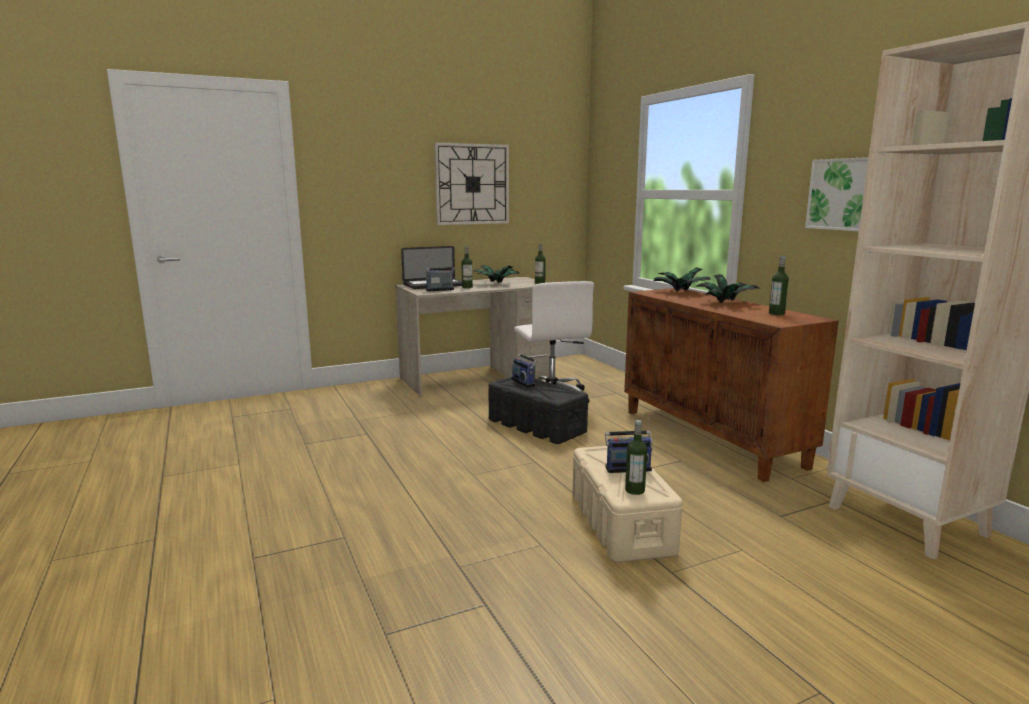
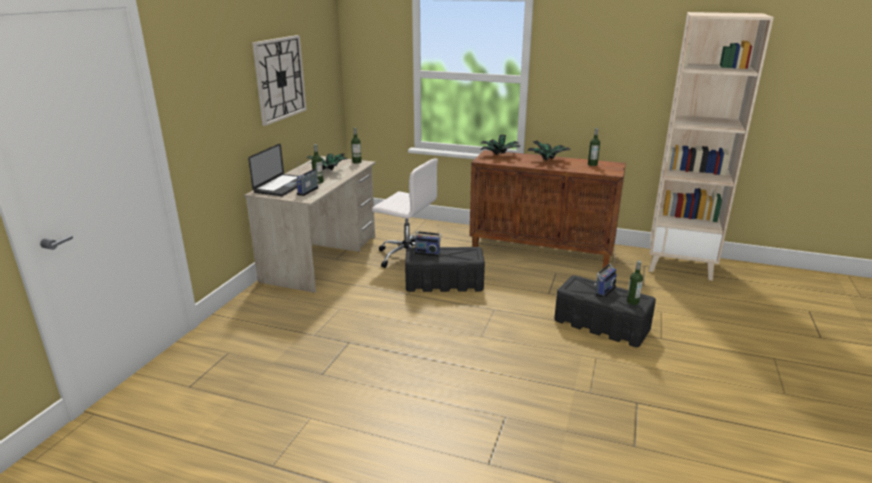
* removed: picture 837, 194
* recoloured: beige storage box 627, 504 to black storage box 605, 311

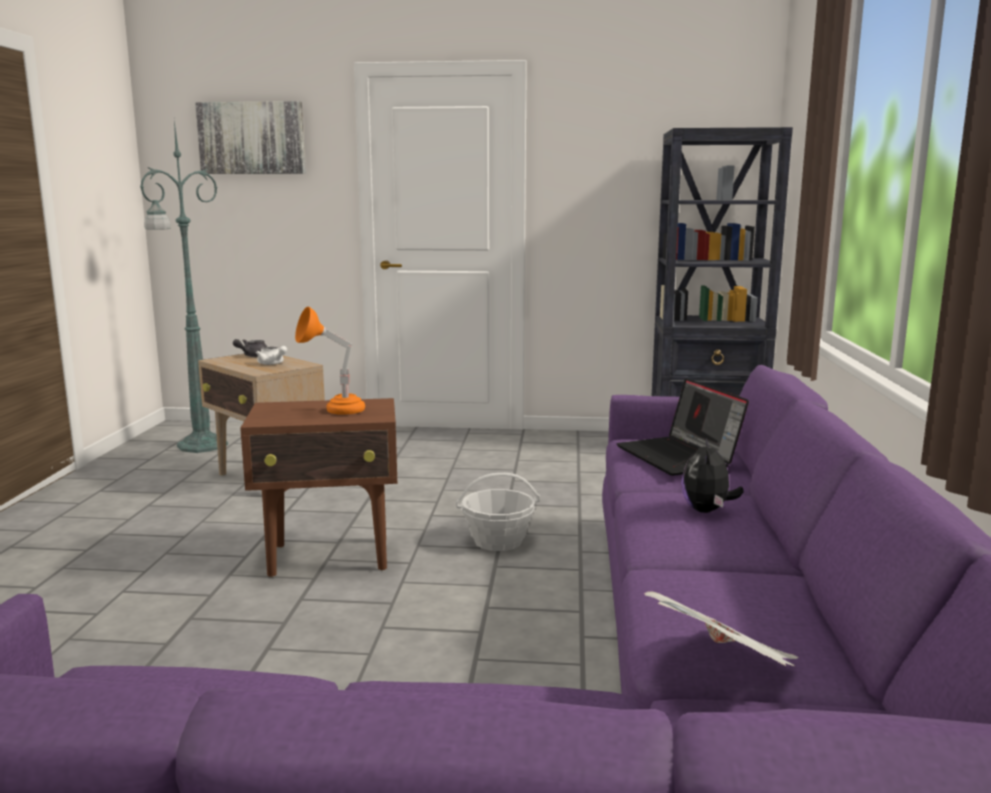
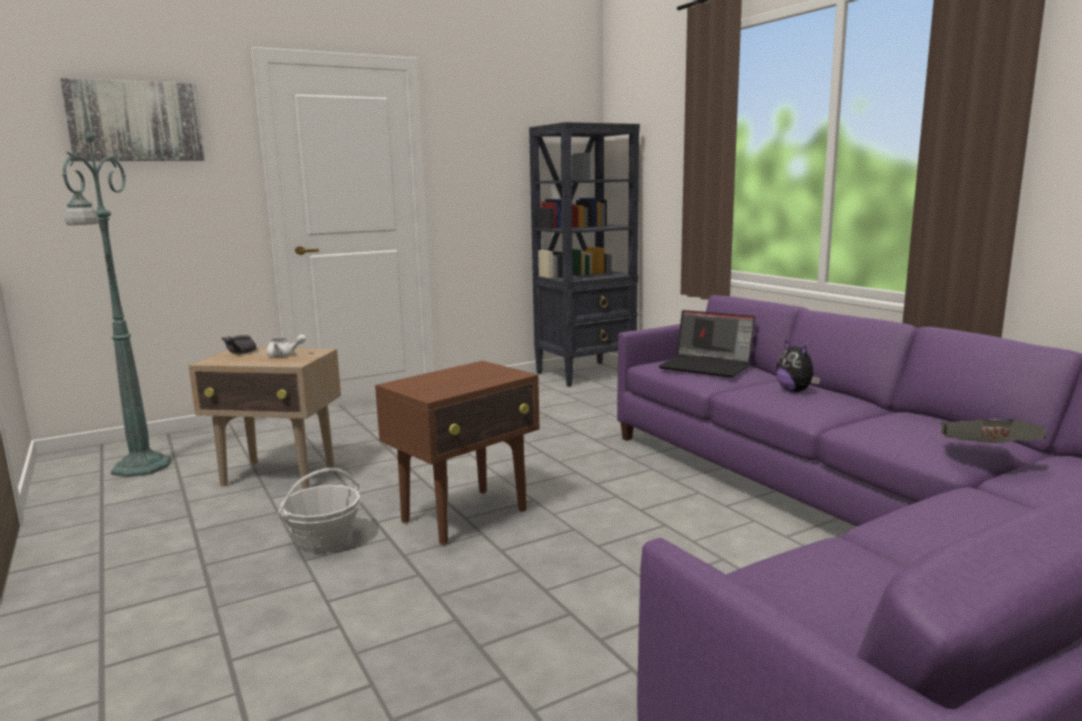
* removed: orange table lamp 330, 361
* moved: basket 498, 512 to 319, 510

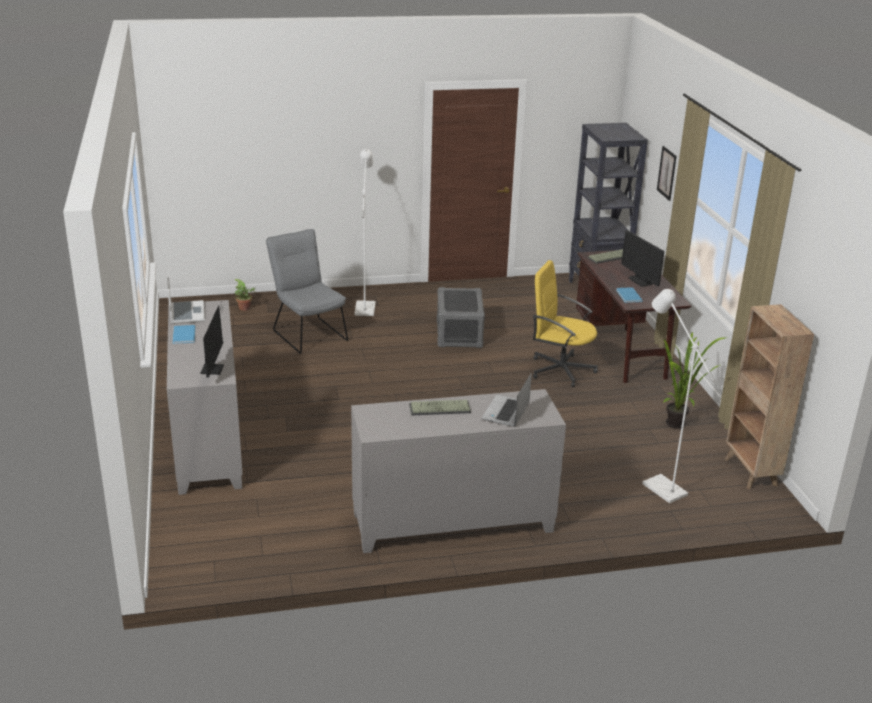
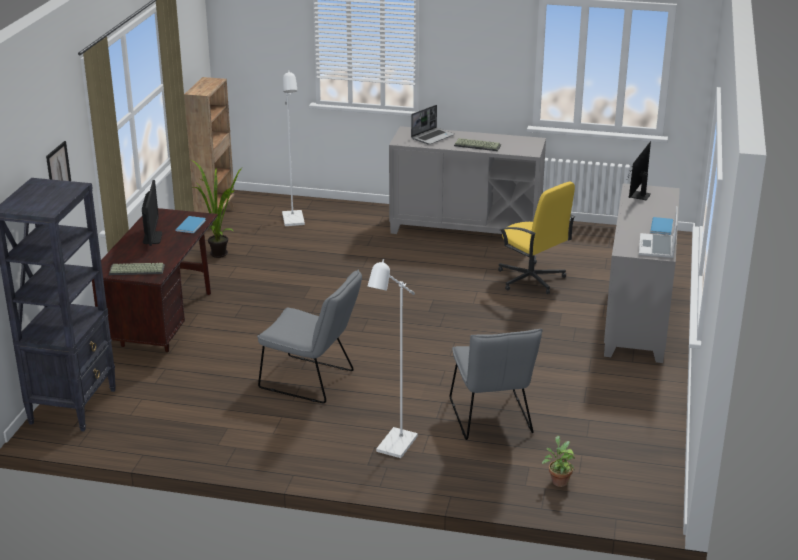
* moved: yellow office chair 565, 323 to 536, 238
* replaced: grey storage box 461, 317 to grey chair 309, 336

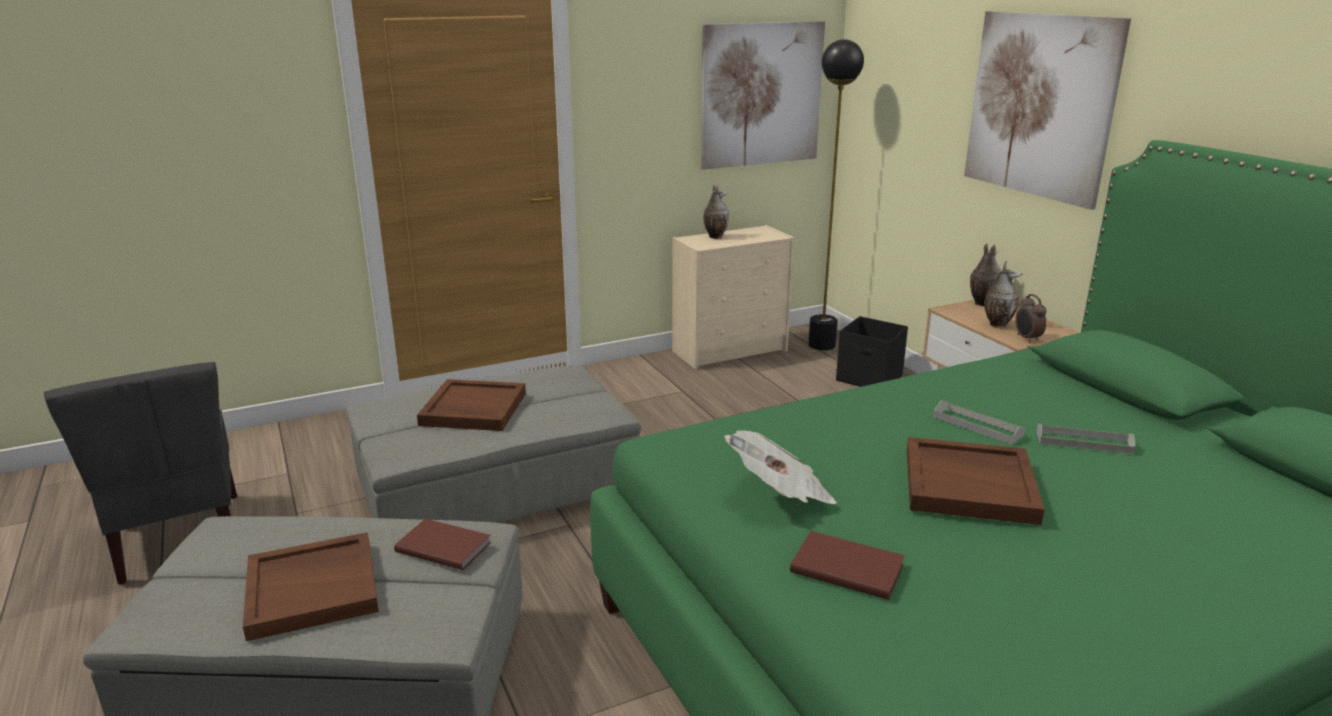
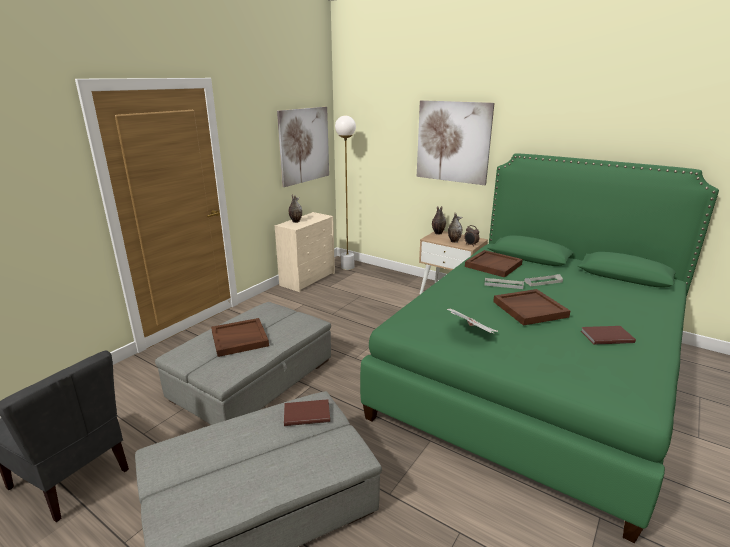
* recoloured: black floor lamp 836, 195 to white floor lamp 345, 193
* removed: black storage box 872, 351
* moved: brown book 847, 565 to 608, 335
* moved: brown tray 311, 586 to 494, 264

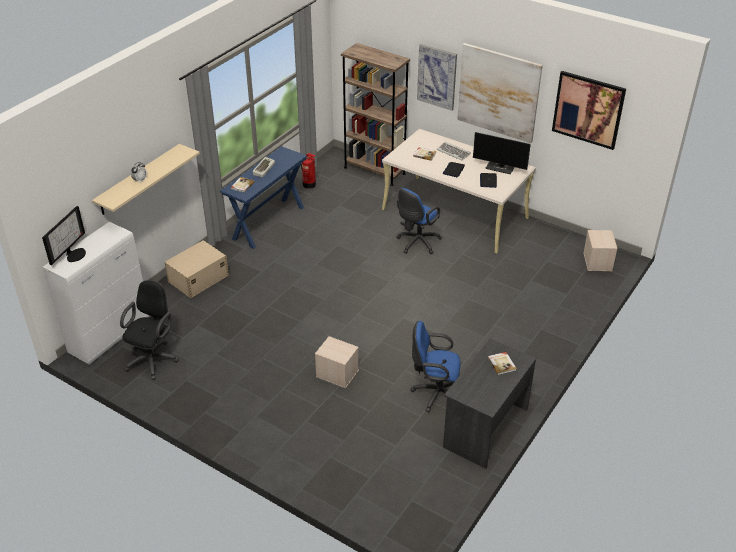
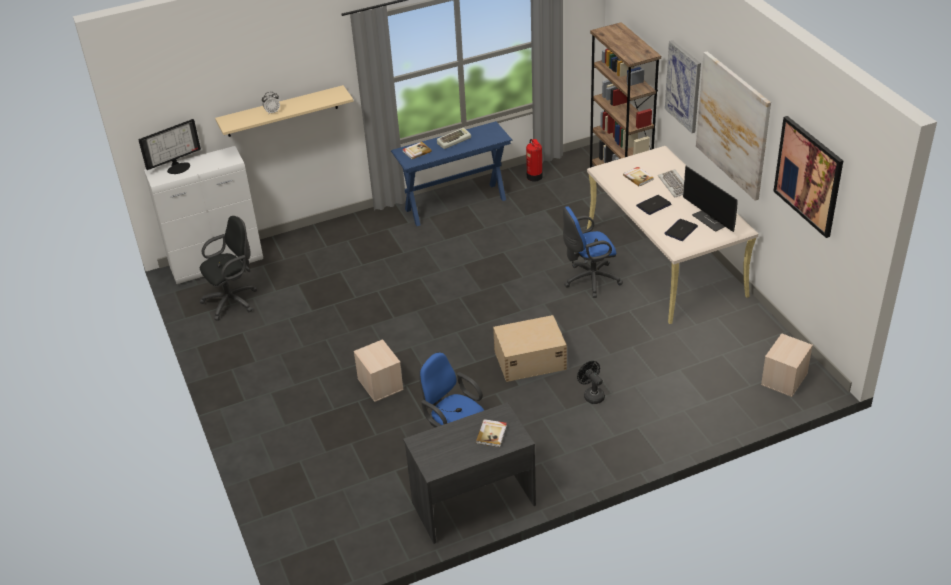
* moved: beige storage box 197, 269 to 530, 348
* added: black fan 591, 382

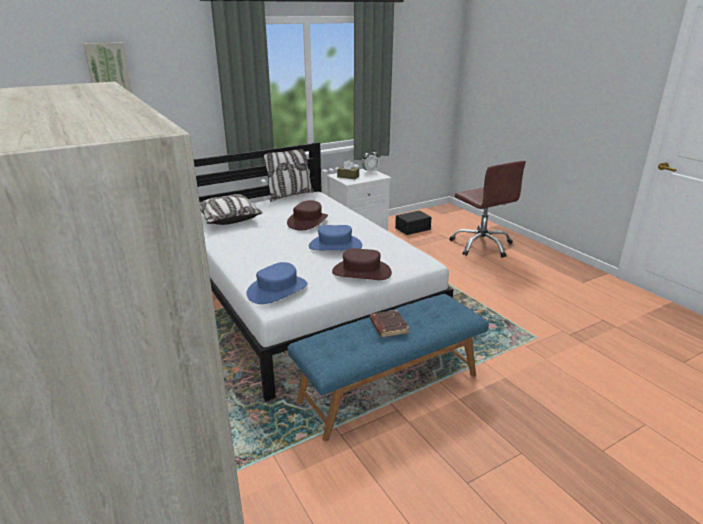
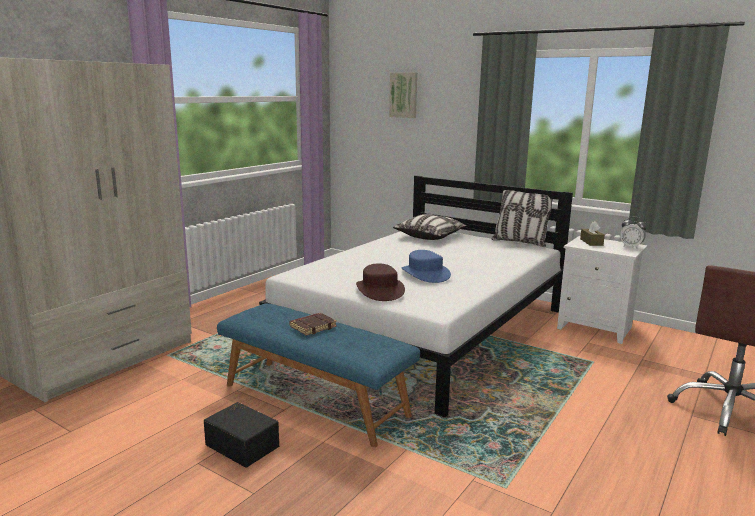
* removed: brown hat 307, 215
* moved: black storage box 413, 223 to 241, 435
* removed: blue hat 277, 283

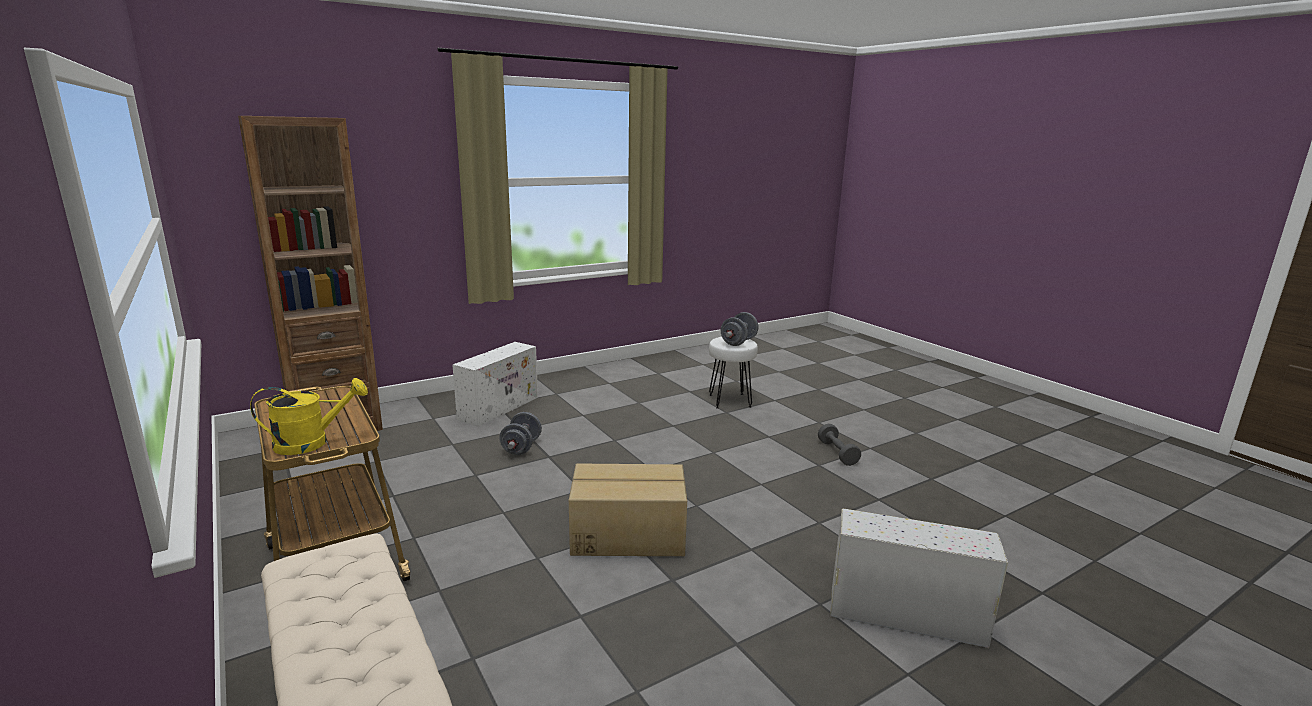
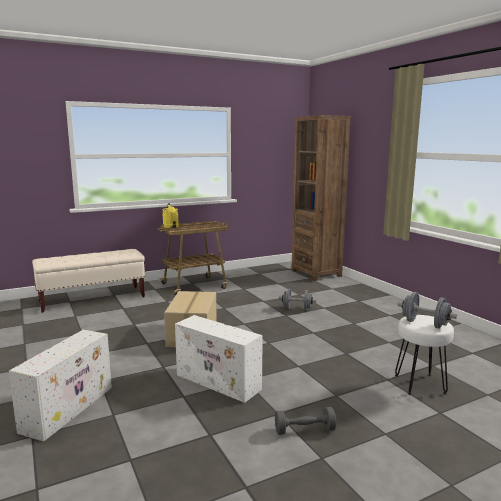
* moved: white storage box 495, 384 to 219, 359

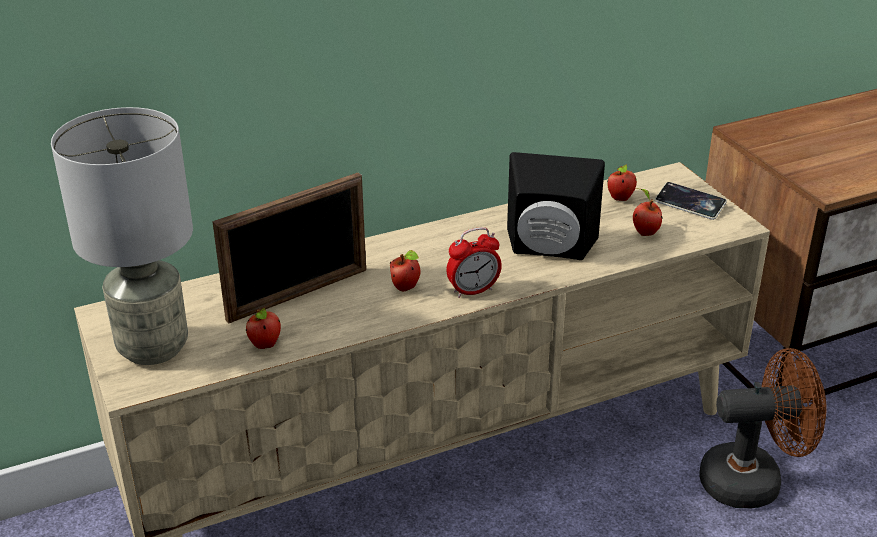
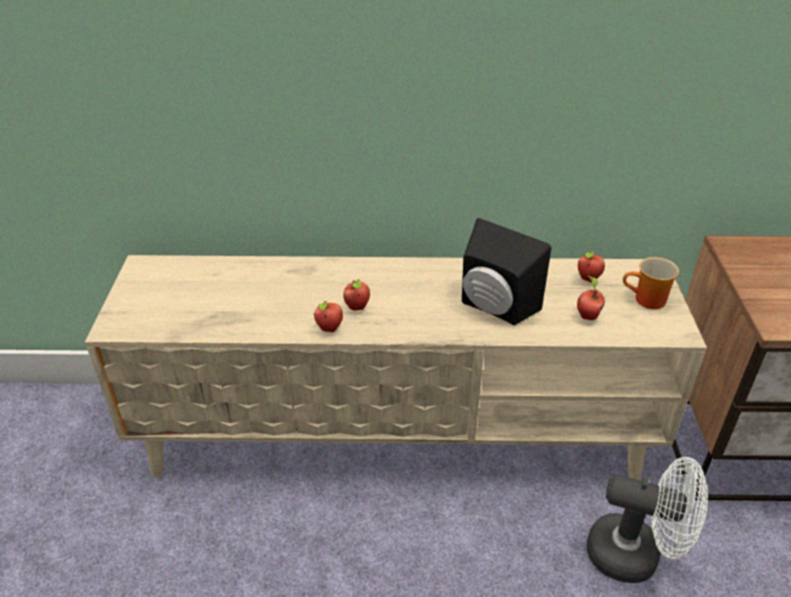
* removed: grey table lamp 122, 236
* removed: picture frame 289, 248
* replaced: phone 691, 201 to mug 651, 283
* removed: alarm clock 474, 262
* moved: apple 263, 328 to 328, 316
* recoloured: brown fan 763, 428 to white fan 647, 520

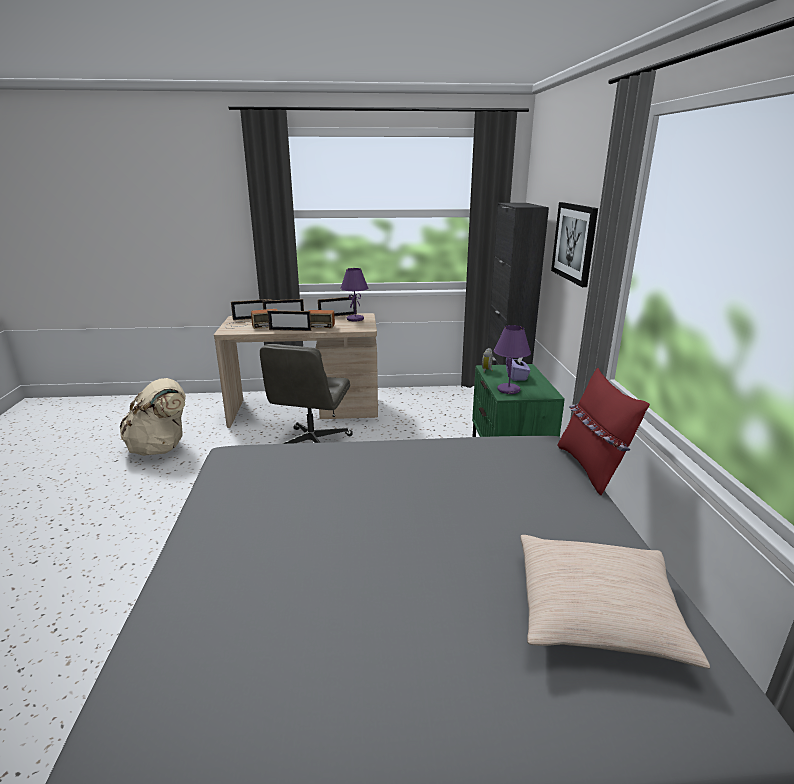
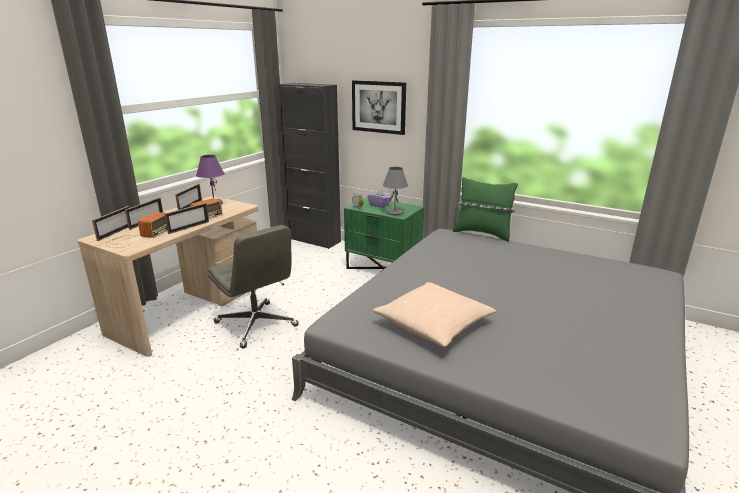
* recoloured: purple table lamp 512, 359 to grey table lamp 395, 191
* recoloured: red pillow 603, 431 to green pillow 485, 209
* removed: beige backpack 152, 417
* moved: beige pillow 615, 602 to 434, 314

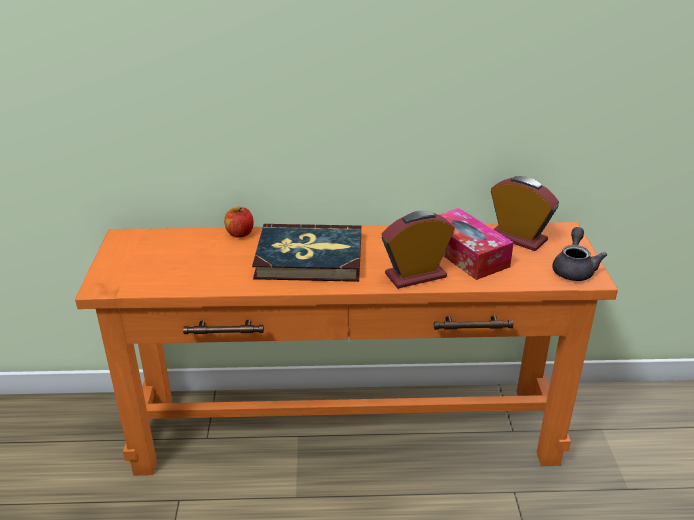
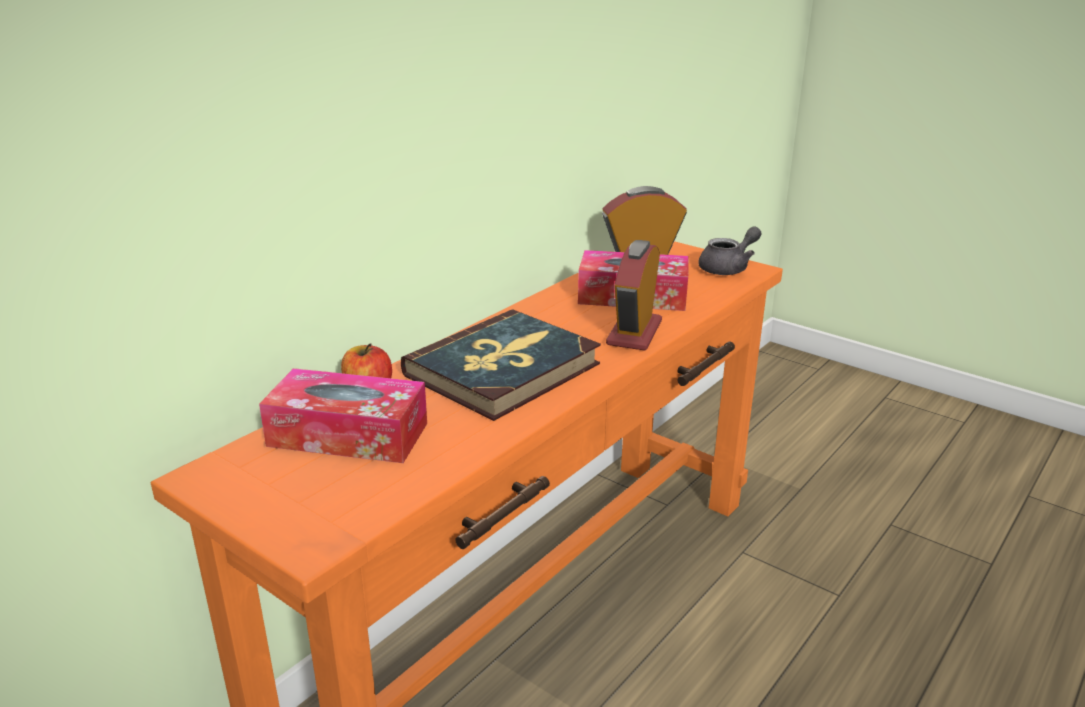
* turned: grey teapot 579, 254 = 729, 250 90 degrees clockwise
* added: tissue box 343, 415

